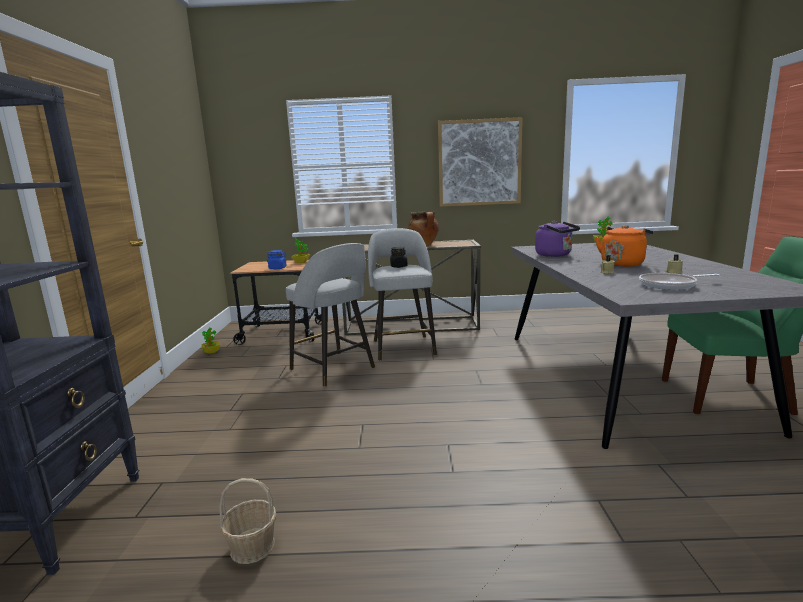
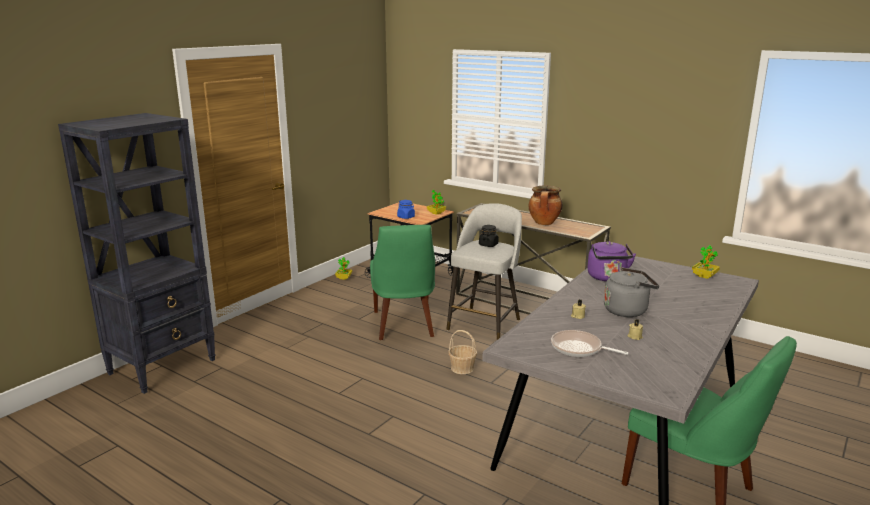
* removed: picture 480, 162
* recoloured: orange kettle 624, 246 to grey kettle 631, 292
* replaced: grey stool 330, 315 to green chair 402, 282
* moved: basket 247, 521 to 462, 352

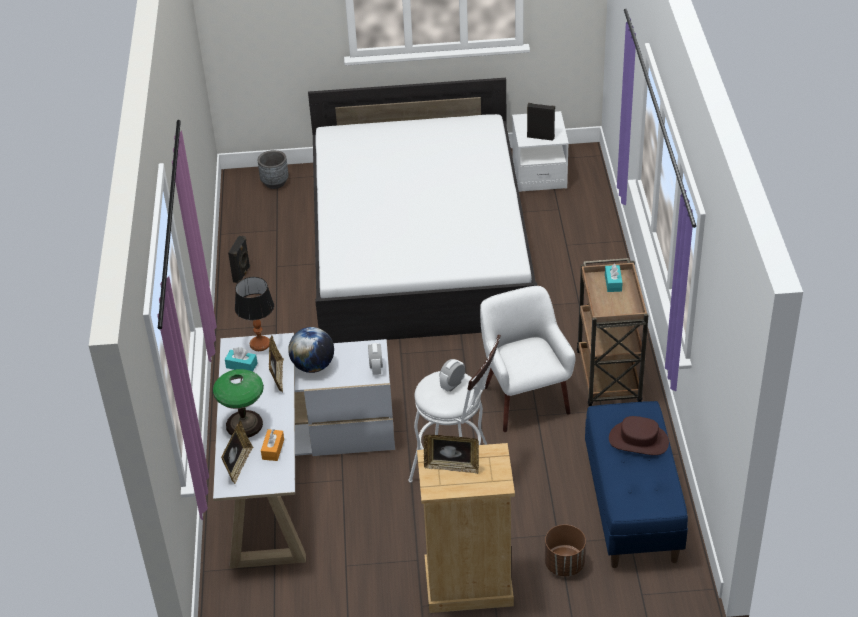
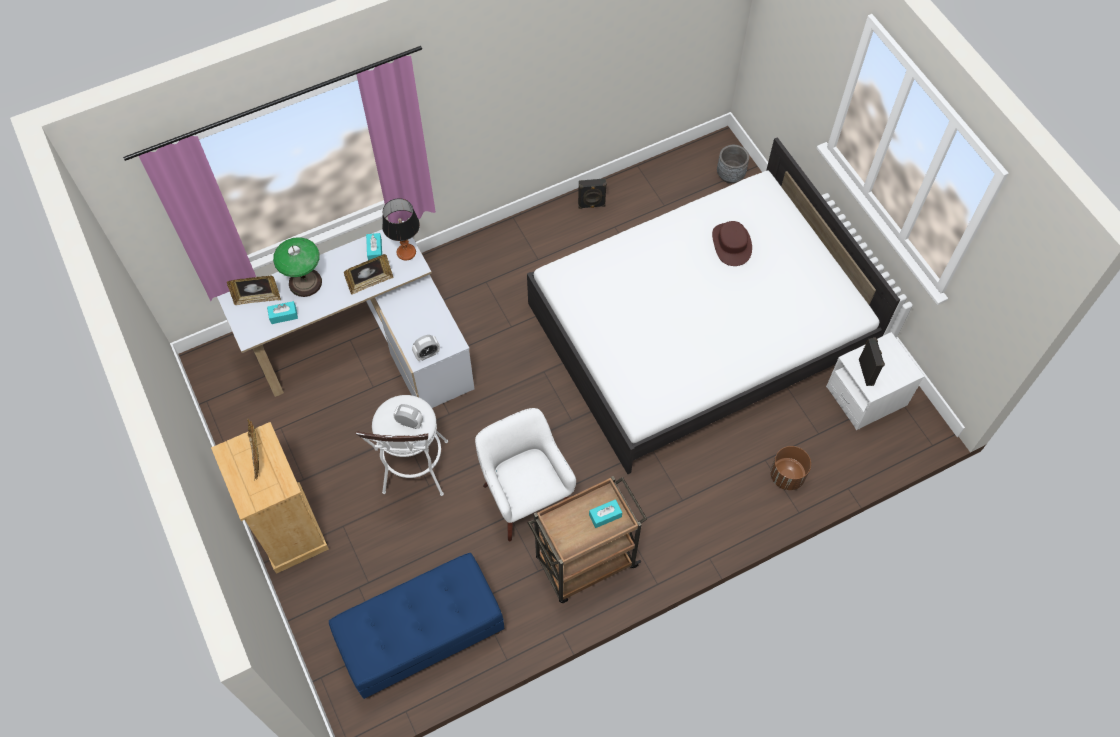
* turned: white armchair 528, 359 = 525, 474 75 degrees counterclockwise
* removed: globe 311, 350
* moved: brown hat 639, 435 to 732, 243
* recoloured: orange tissue box 272, 445 to turquoise tissue box 282, 312
* moved: brown planter 565, 551 to 790, 468

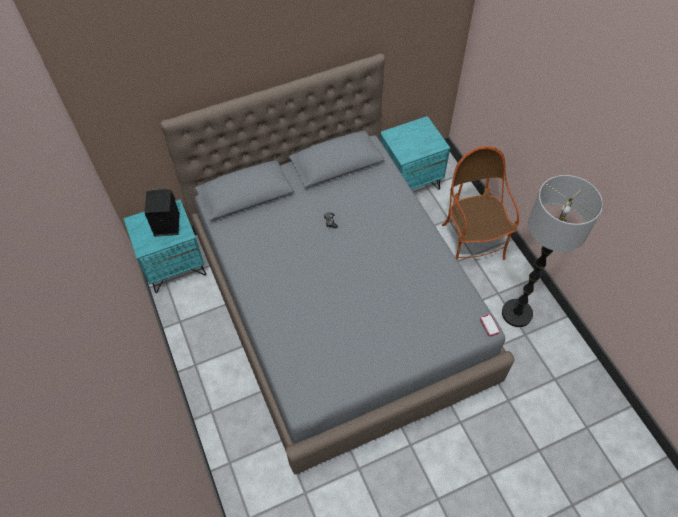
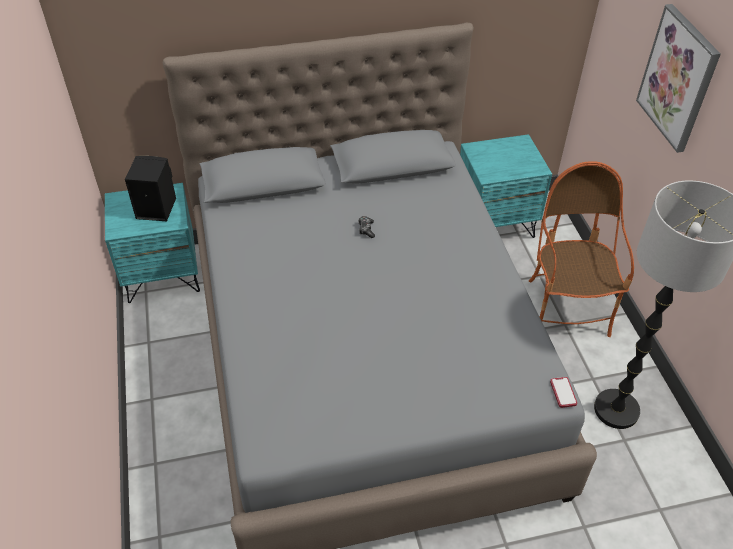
* added: picture 678, 78

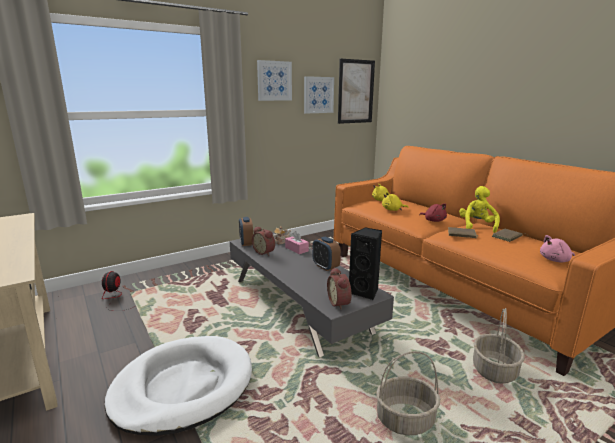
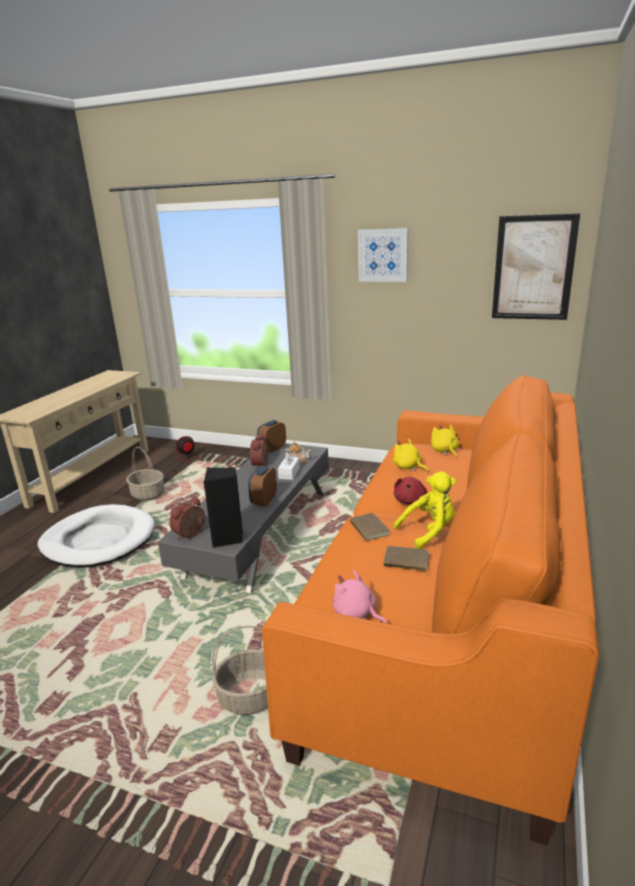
* removed: picture 319, 94
* recoloured: pink tissue box 297, 242 to white tissue box 289, 466
* moved: basket 408, 393 to 145, 474

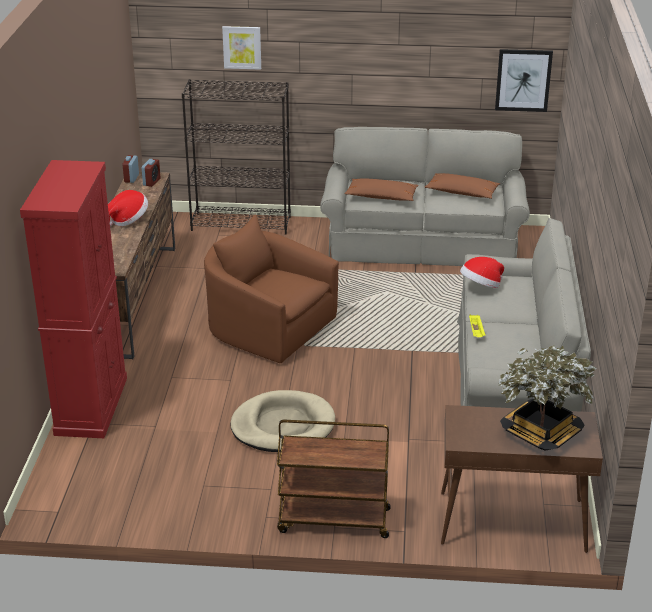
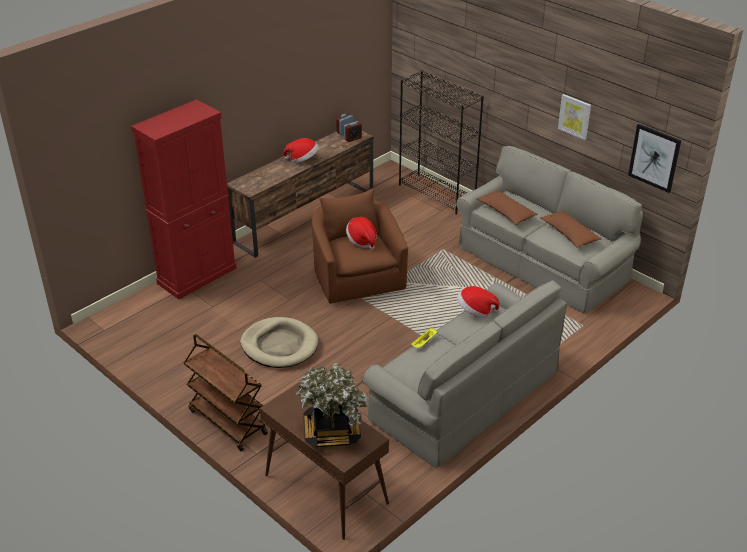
* moved: picture 241, 48 to 574, 117
* added: hat 361, 233

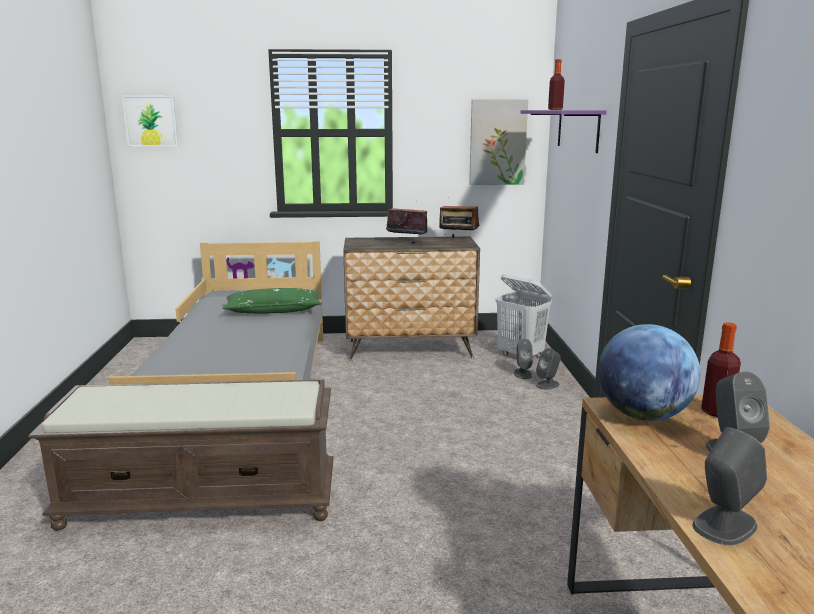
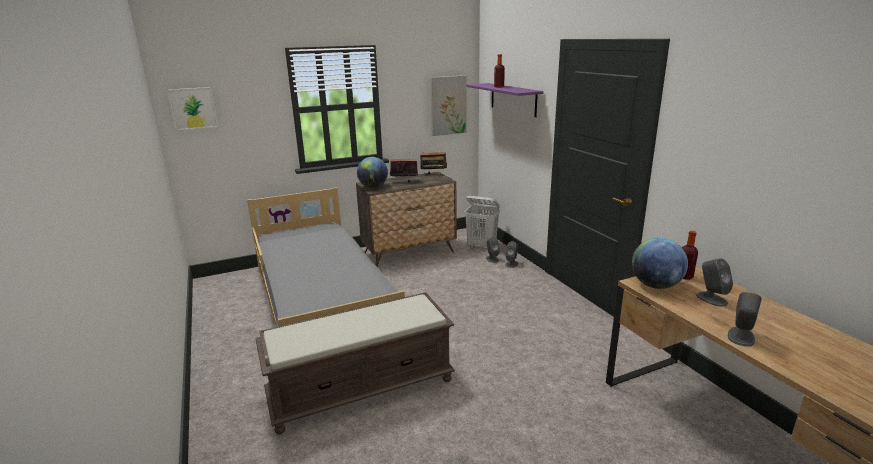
* removed: green pillow 272, 301
* added: globe 372, 172

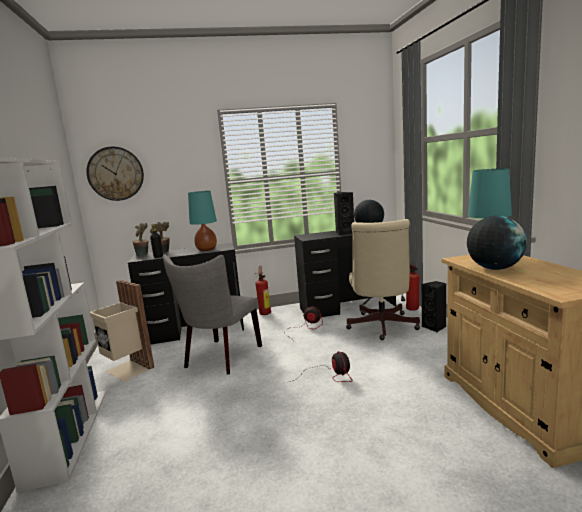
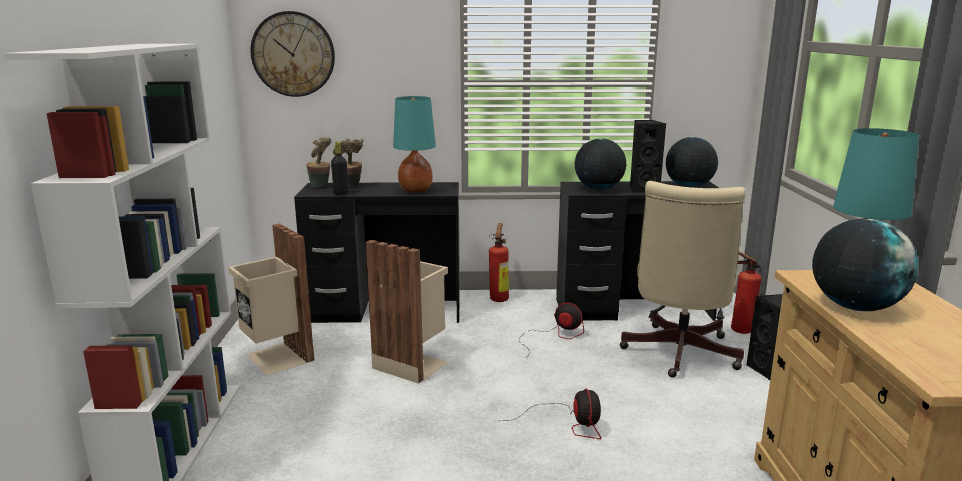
* replaced: grey chair 212, 314 to beige trash can 407, 312
* added: globe 600, 164

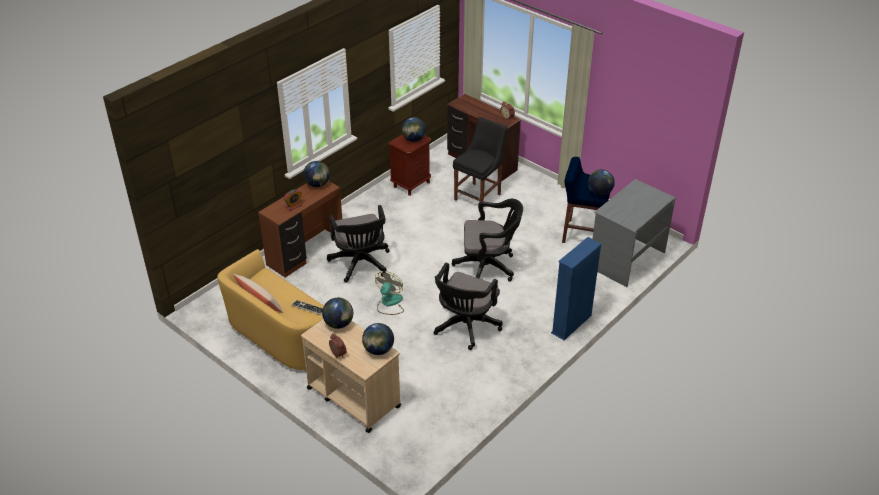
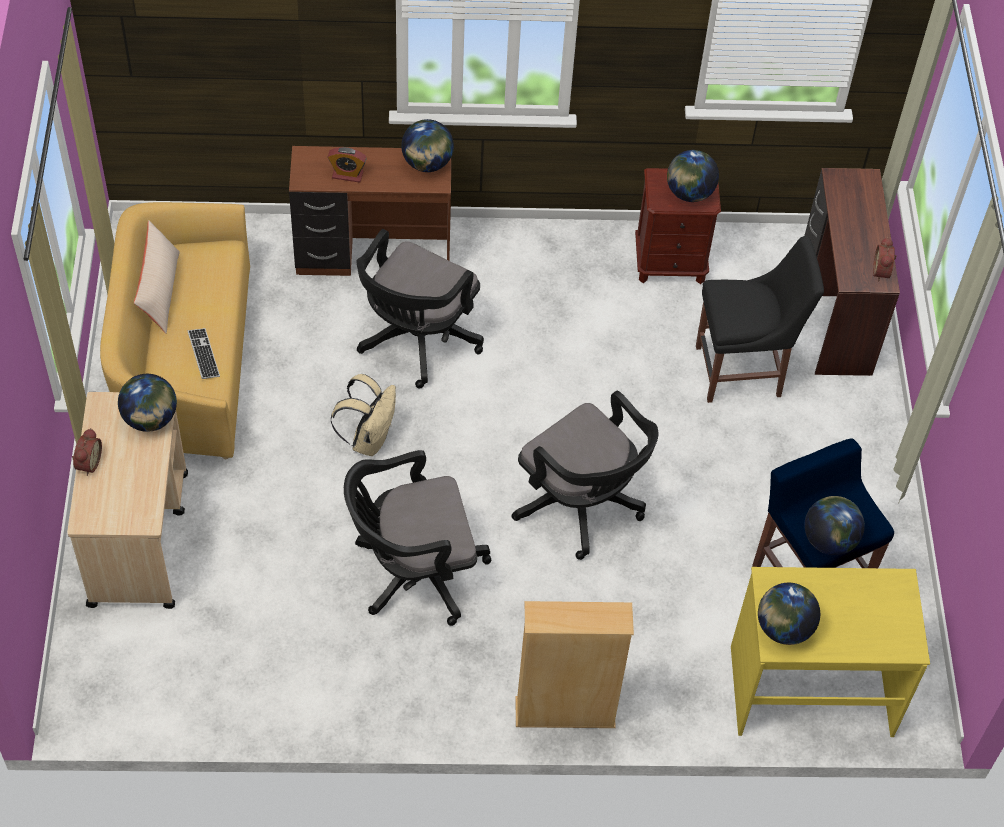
* recoloured: grey desk 634, 233 to yellow desk 830, 652
* recoloured: blue bookcase 576, 288 to beige bookcase 574, 664
* replaced: fan 389, 293 to beige backpack 363, 415
* moved: globe 378, 339 to 789, 614

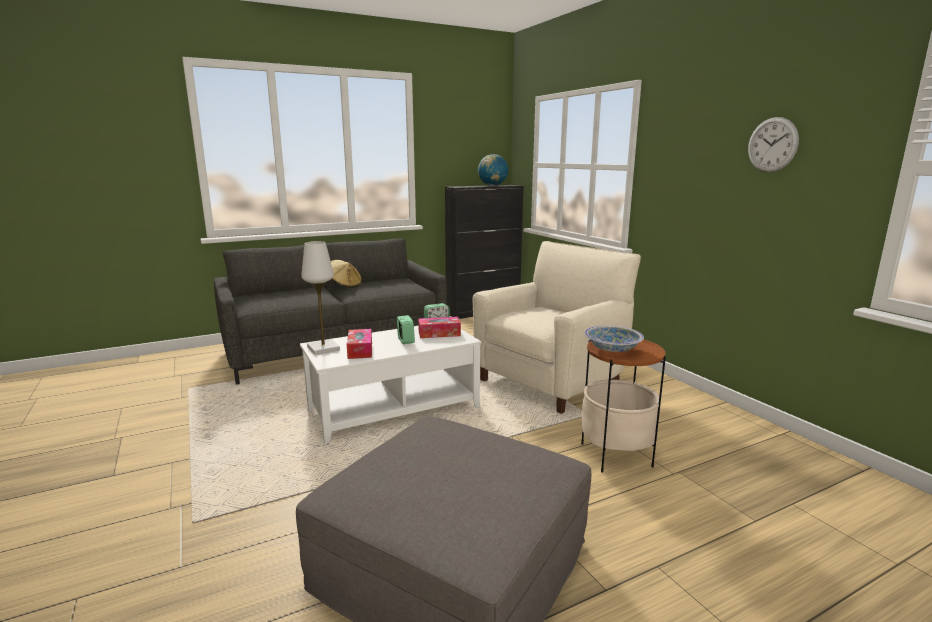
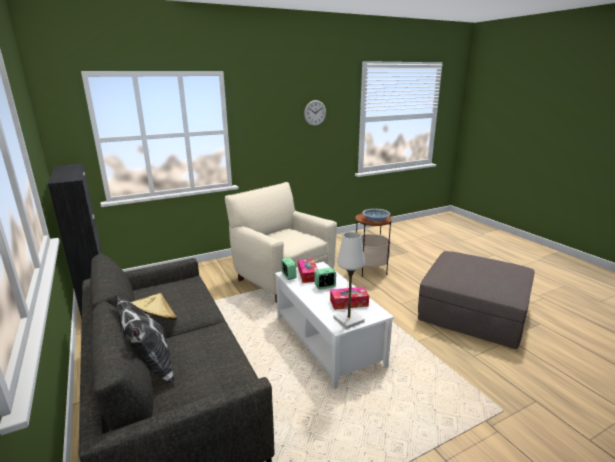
* removed: globe 493, 170
* added: pillow 144, 339

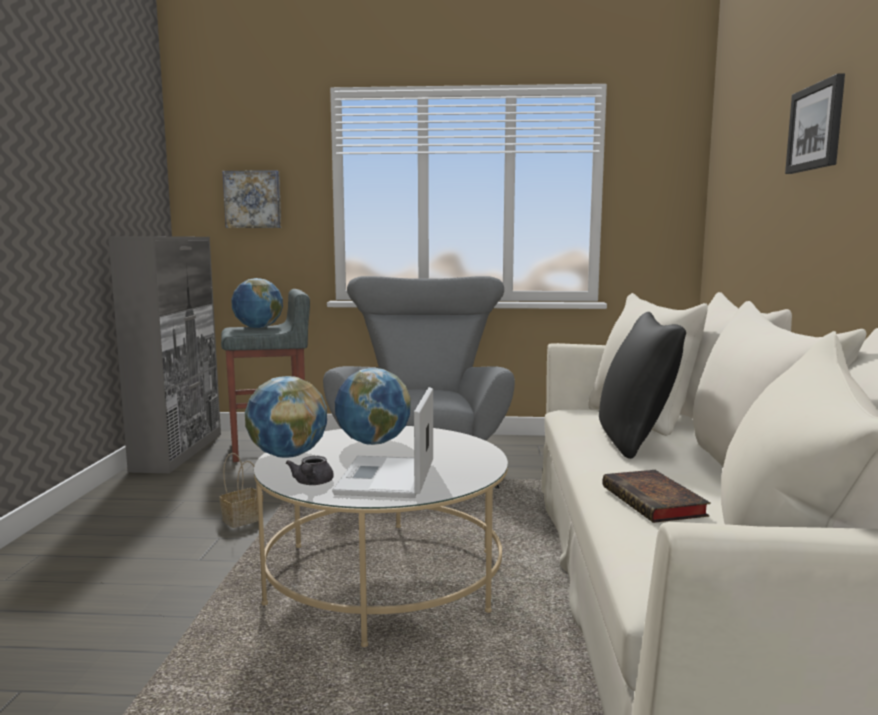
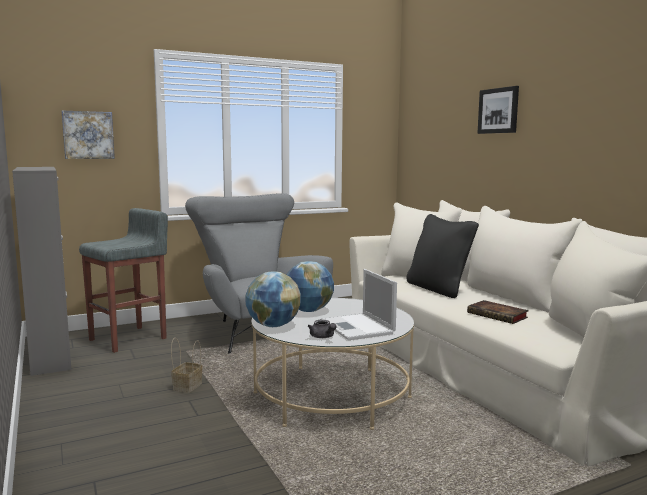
* removed: globe 257, 303

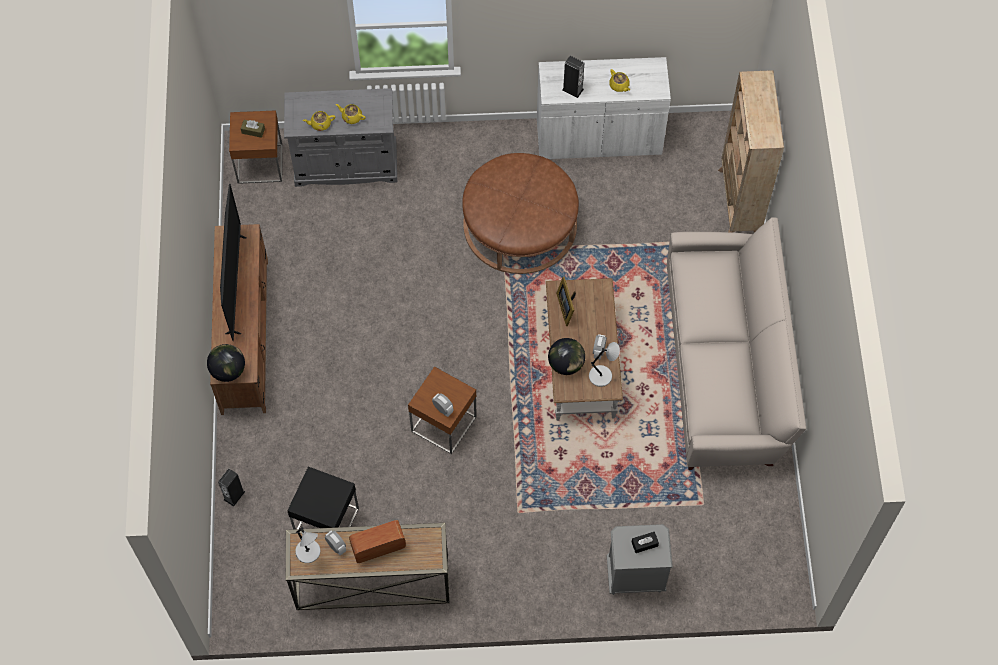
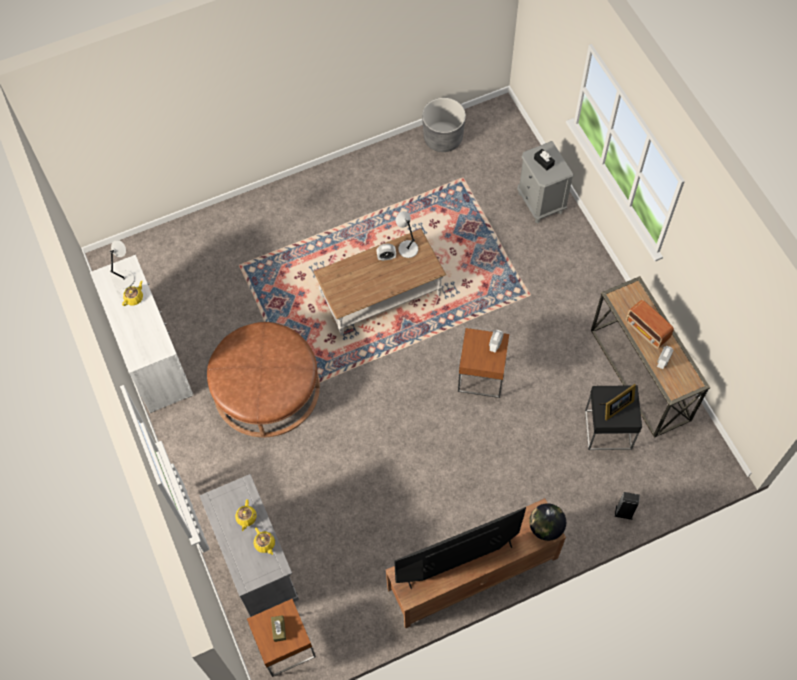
* removed: speaker 573, 77
* removed: beige bookcase 751, 151
* removed: beige sofa 736, 343
* moved: picture frame 566, 301 to 617, 402
* removed: globe 566, 356
* moved: grey table lamp 307, 545 to 122, 264
* added: grey planter 444, 125

